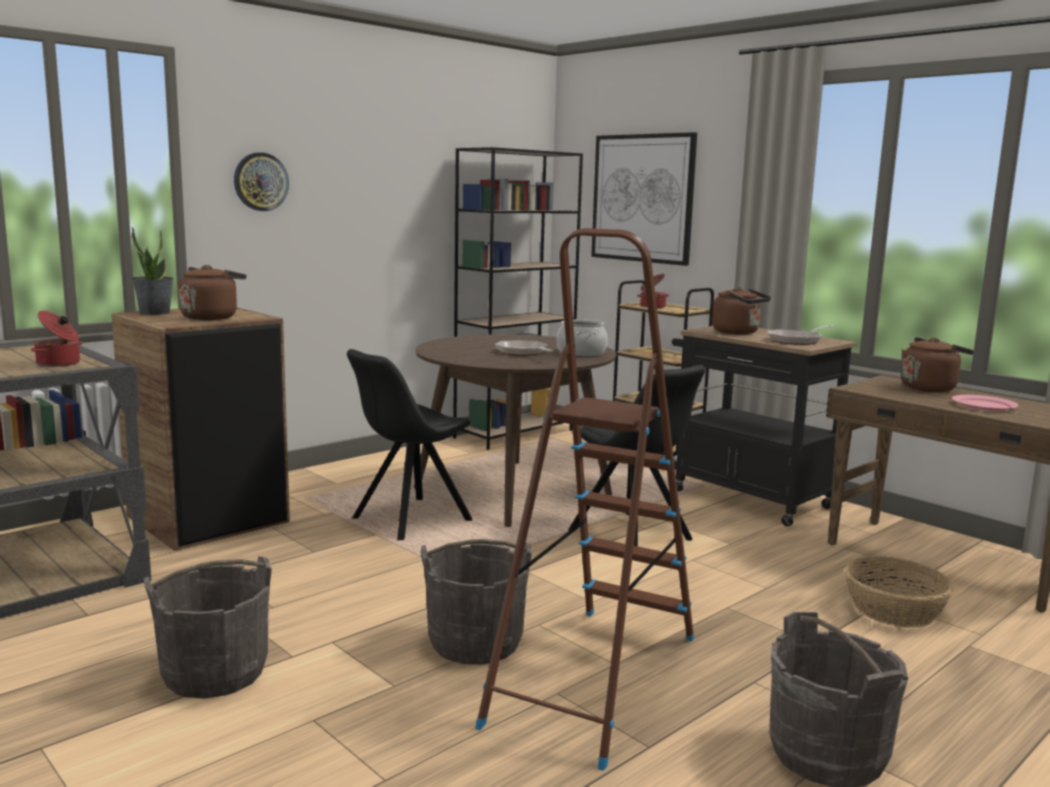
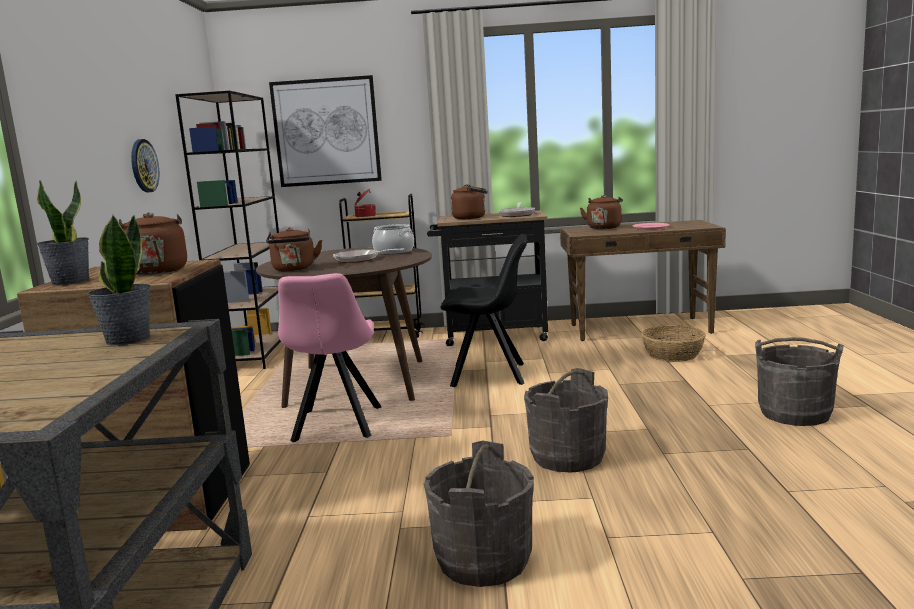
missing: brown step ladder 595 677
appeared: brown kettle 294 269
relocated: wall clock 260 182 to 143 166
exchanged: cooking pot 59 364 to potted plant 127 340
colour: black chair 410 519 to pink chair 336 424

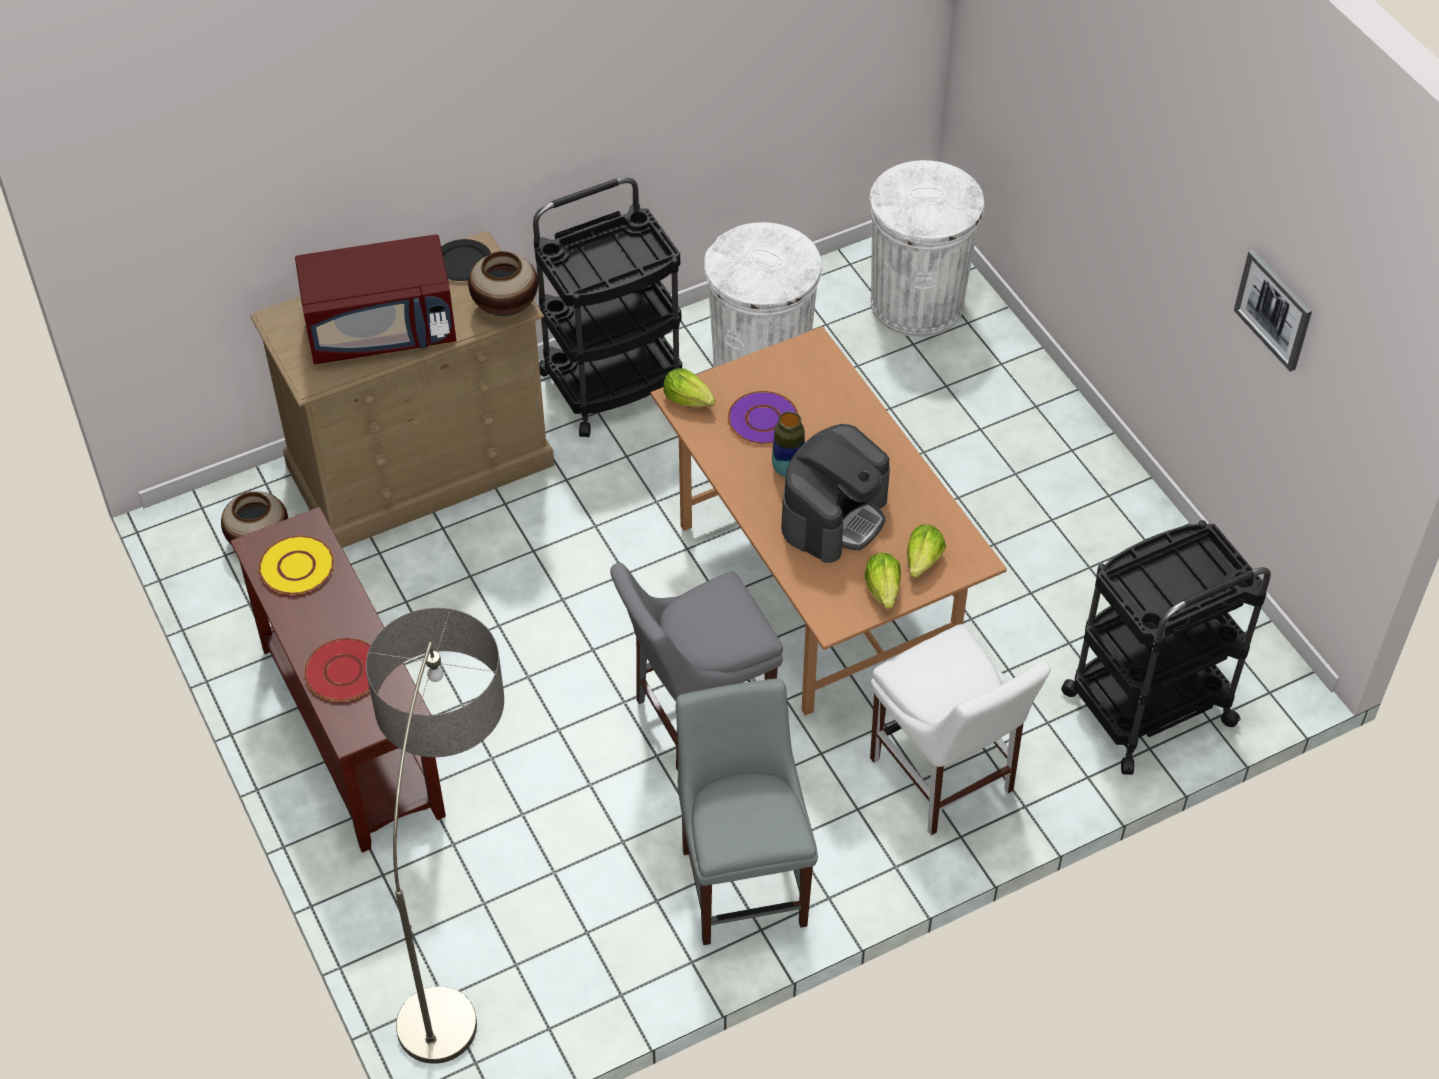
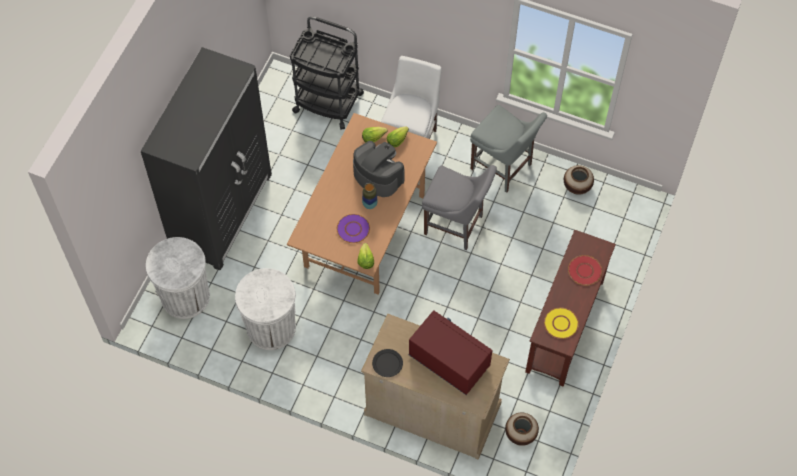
missing: floor lamp 461 941; black cart 613 385; picture 1274 309
appeared: black cabinet 223 211
relocated: vase 505 306 to 576 187
spun: coffee machine 834 516 = 378 176 45 degrees clockwise; grey chair 743 880 = 503 168 90 degrees counterclockwise

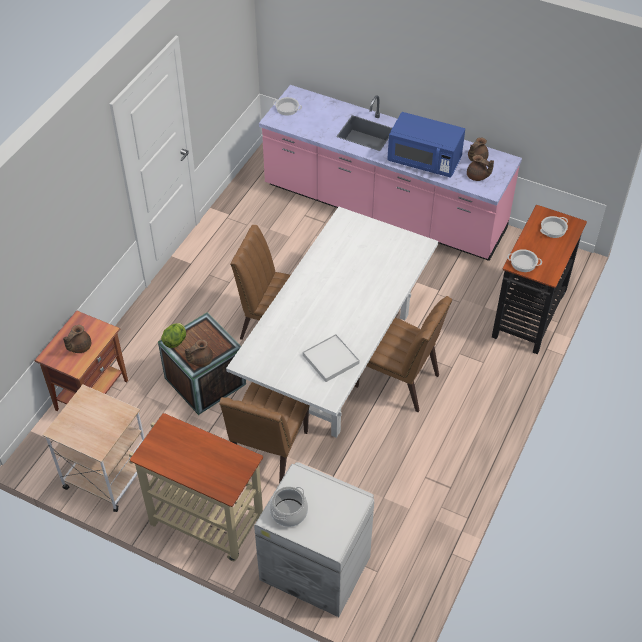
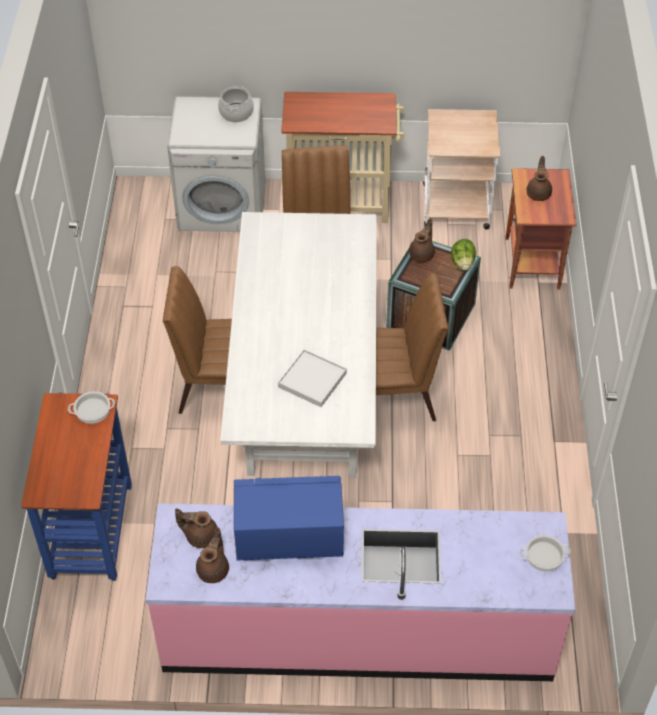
missing: cooking pot 553 229
relocated: white tray 331 359 to 312 380
colour: black cart 528 317 to blue cart 92 530

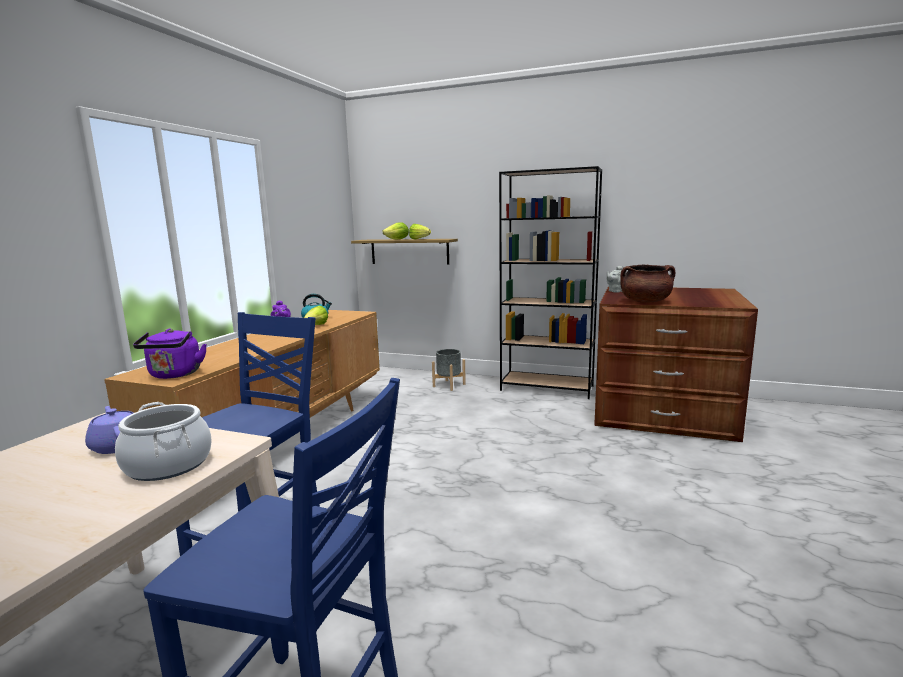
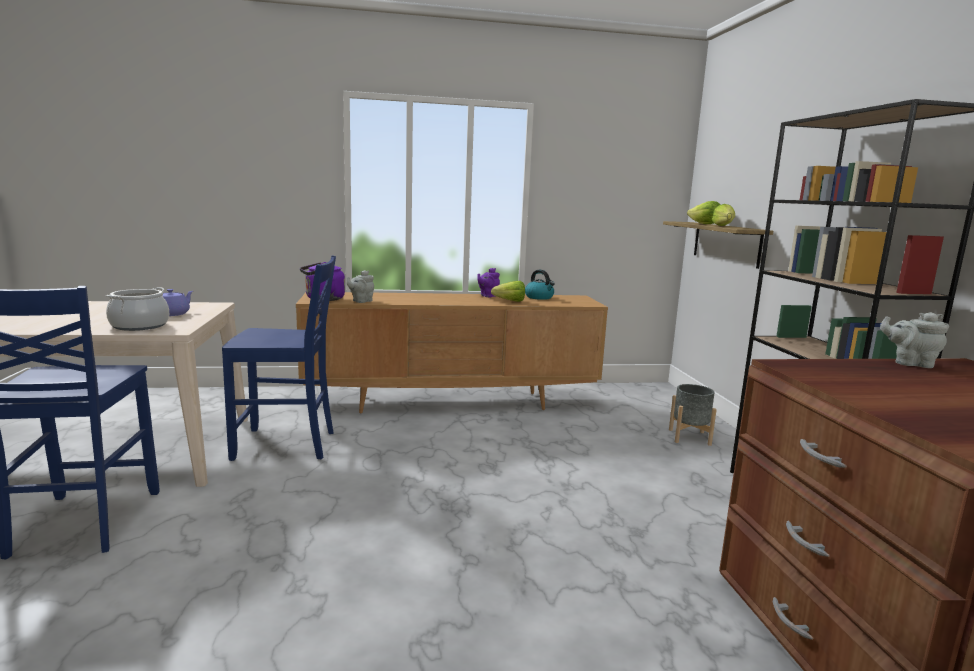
missing: brown cooking pot 645 302
appeared: grey teapot 361 301

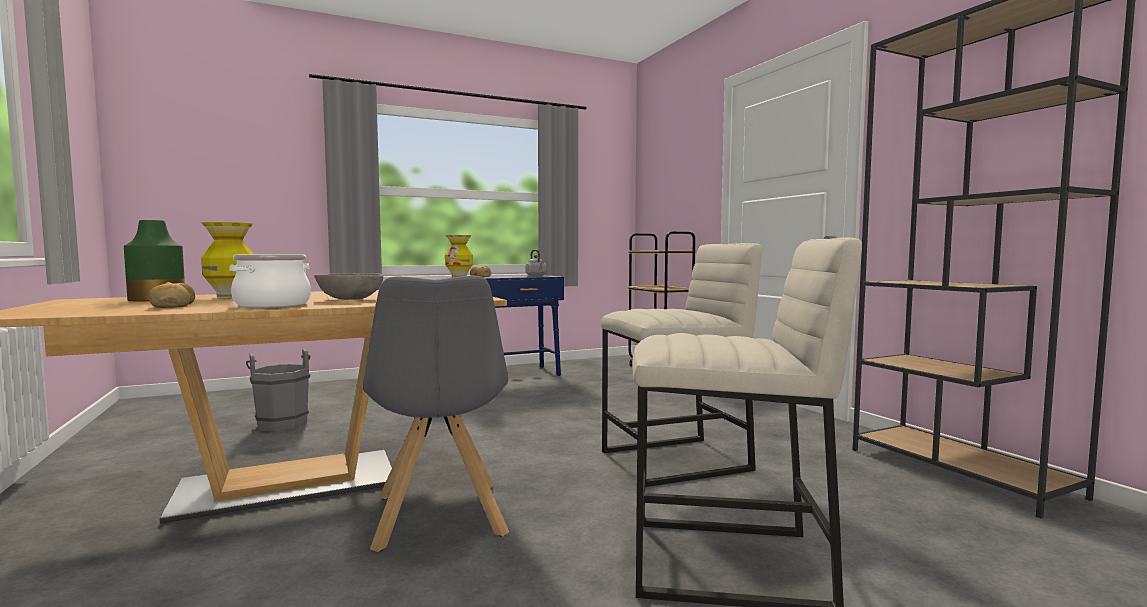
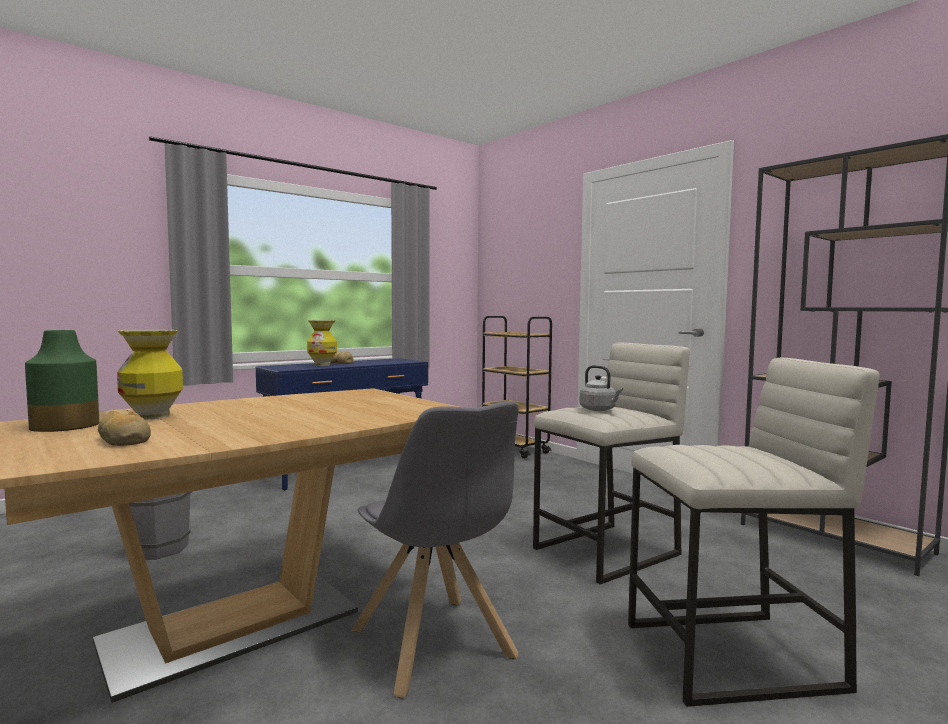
missing: cooking pot 272 305; grey bowl 351 299
relocated: grey kettle 536 275 to 599 410

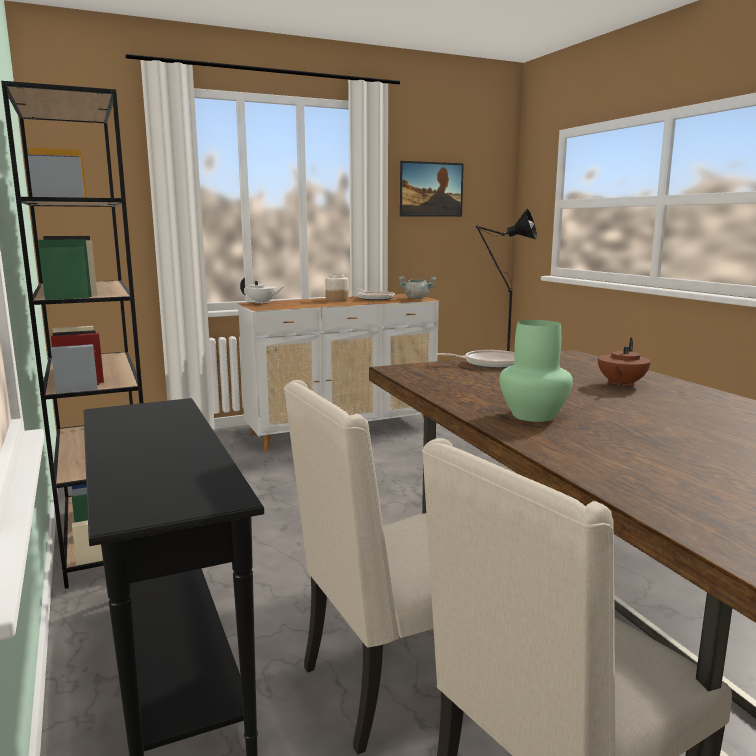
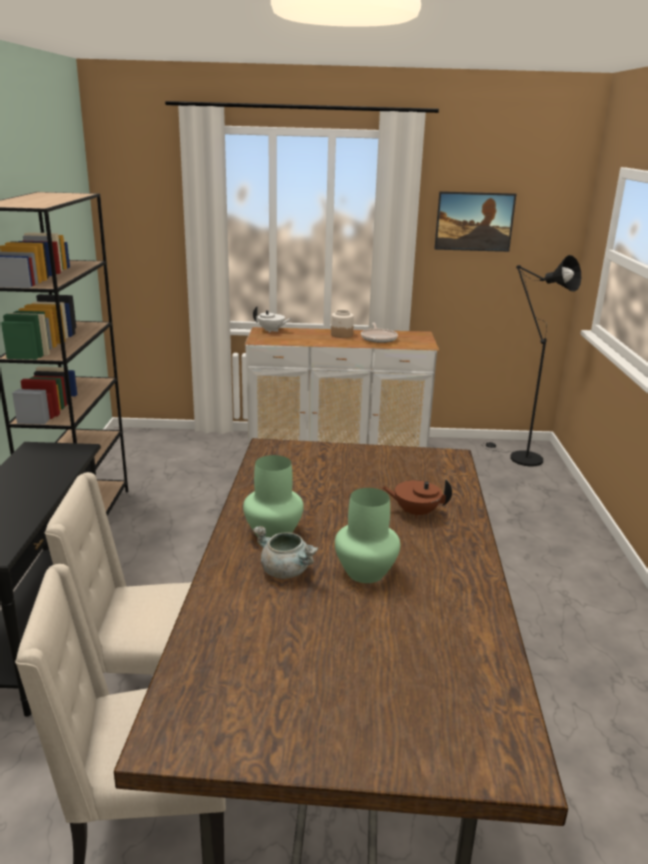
missing: frying pan 489 364
appeared: green vase 365 573
relocated: grey cooking pot 417 298 to 286 571
spun: brown teapot 620 384 = 415 512 45 degrees clockwise

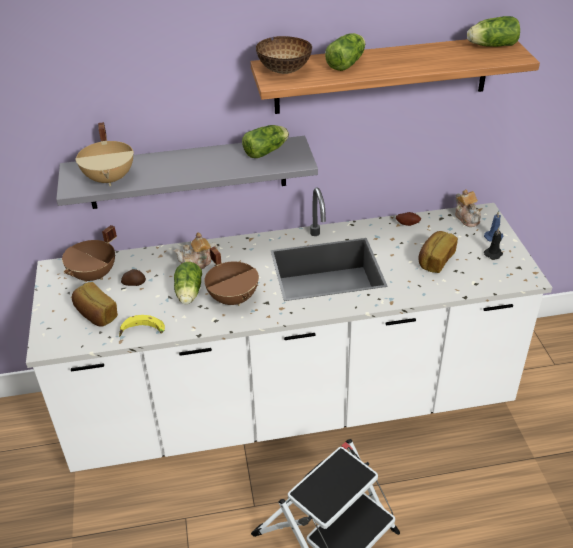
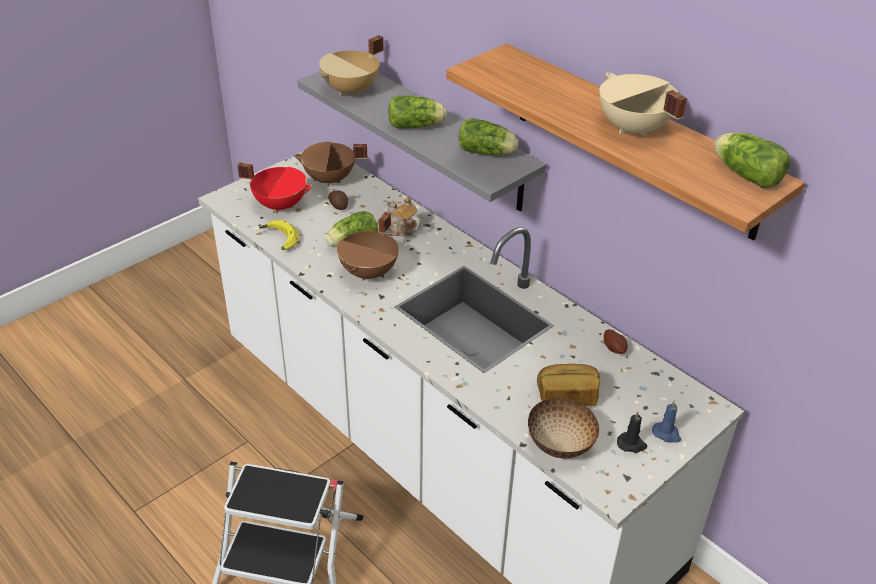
missing: teapot 467 218
appeared: beige cooking pot 633 129
relocated: lettuce 347 63 to 417 126; bowl 285 71 to 560 446
exchanged: bread 95 314 to red cooking pot 280 204

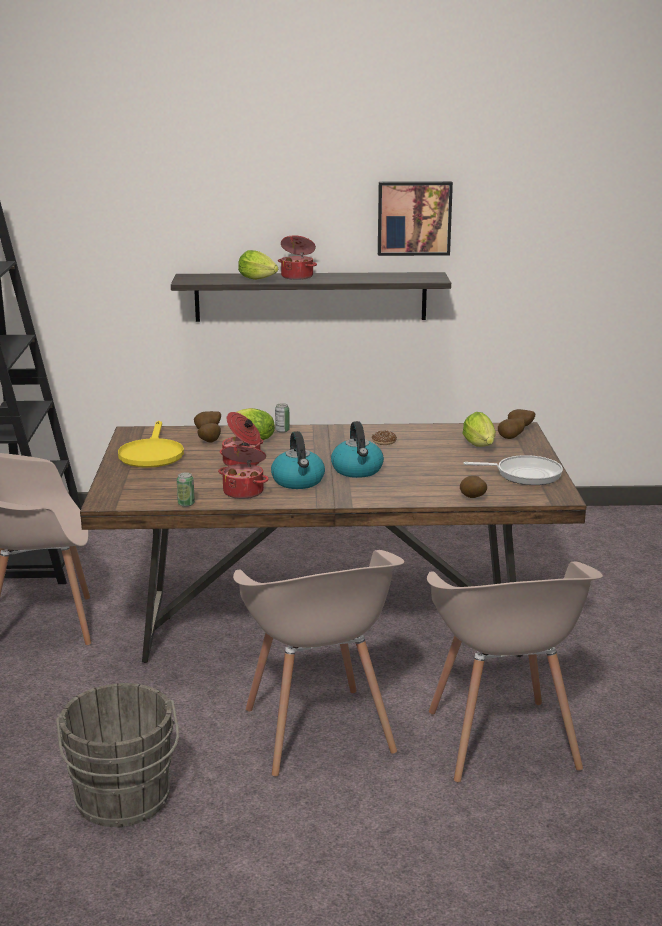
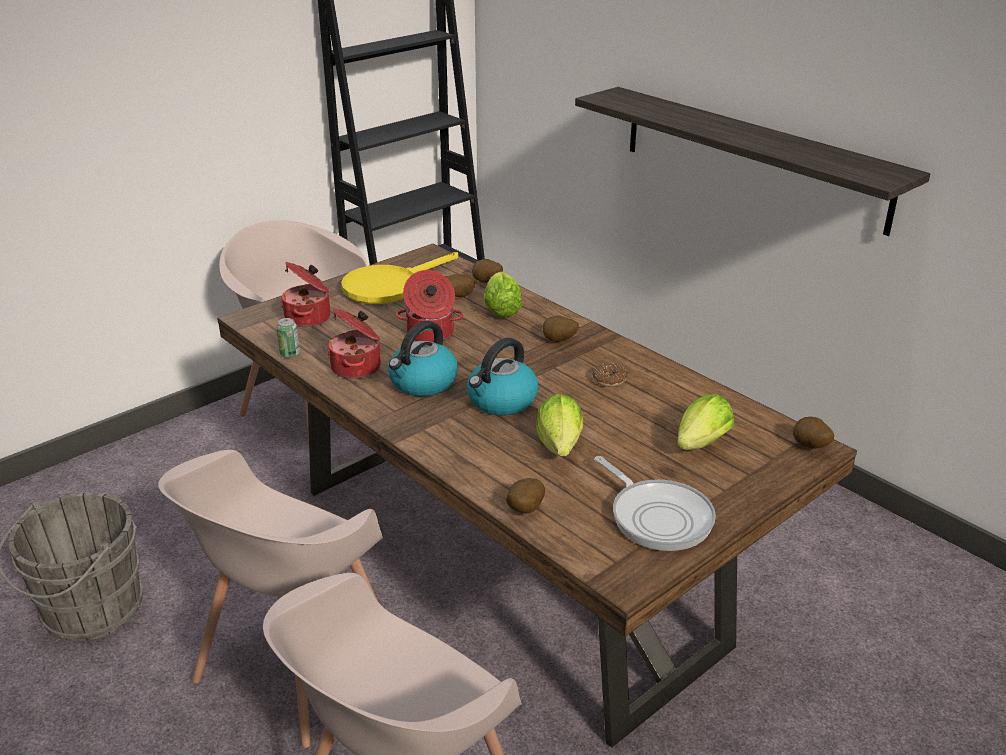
missing: can 282 430; picture 414 217
relocated: cooking pot 297 276 to 309 317; lettuce 259 279 to 560 448; potato 511 438 to 559 341

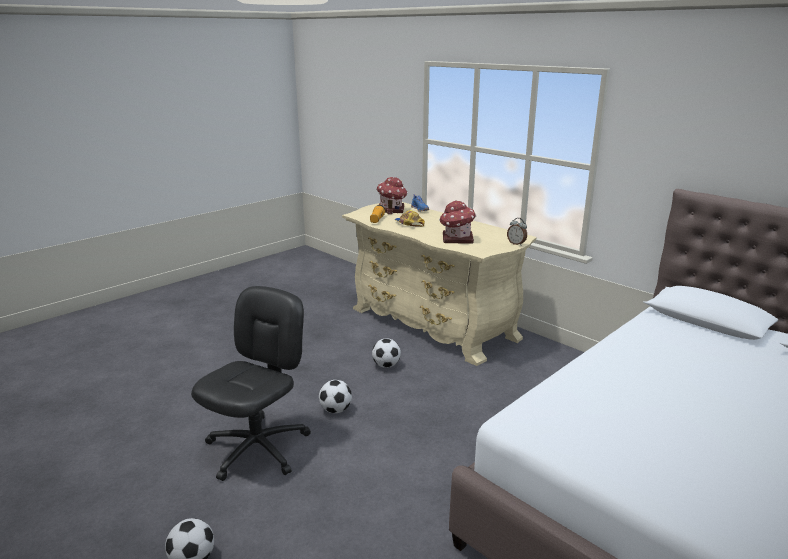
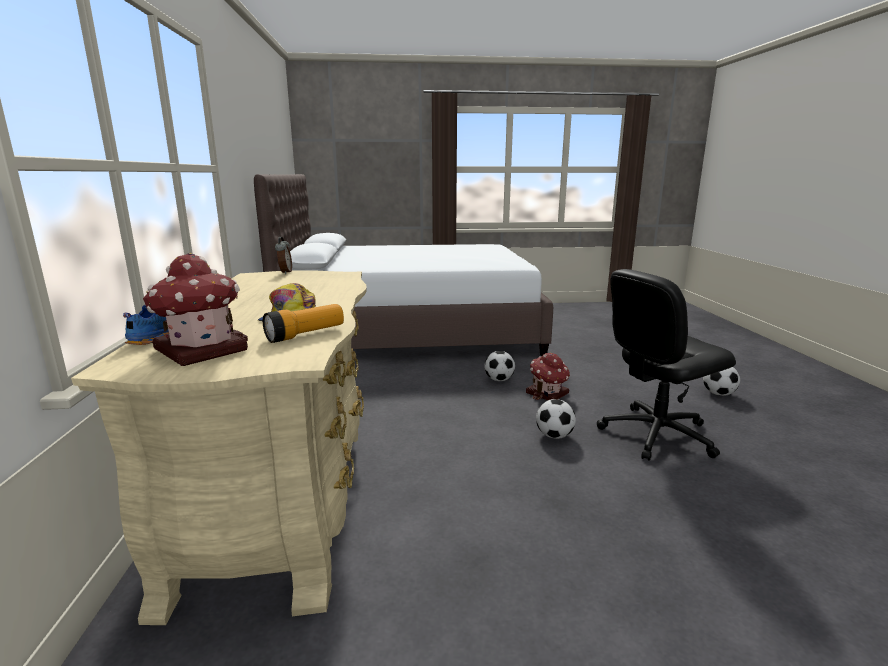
relocated: football 386 365 to 499 380; toy house 456 239 to 547 394

